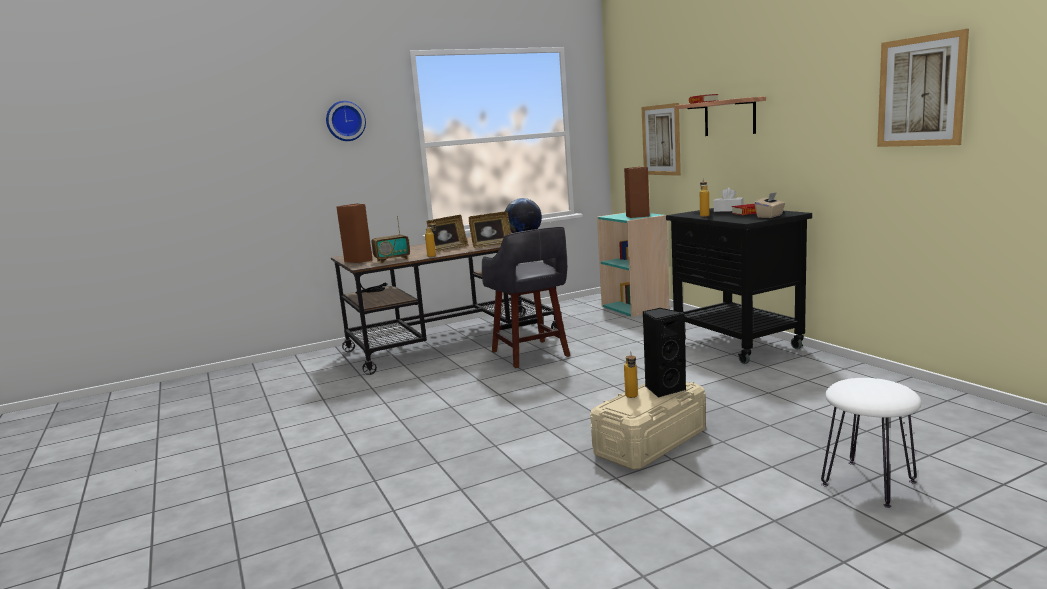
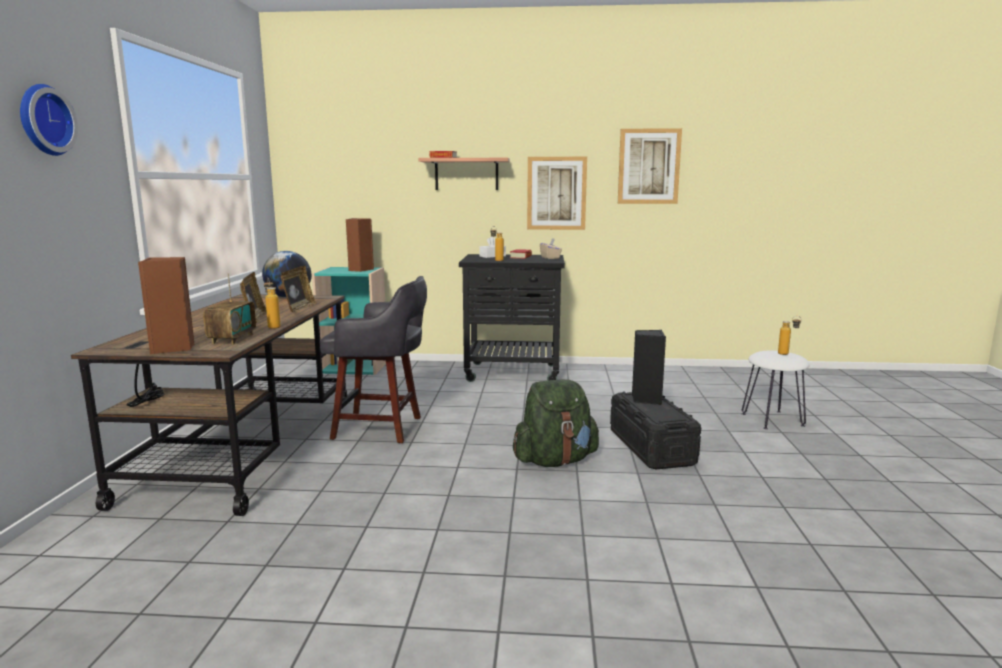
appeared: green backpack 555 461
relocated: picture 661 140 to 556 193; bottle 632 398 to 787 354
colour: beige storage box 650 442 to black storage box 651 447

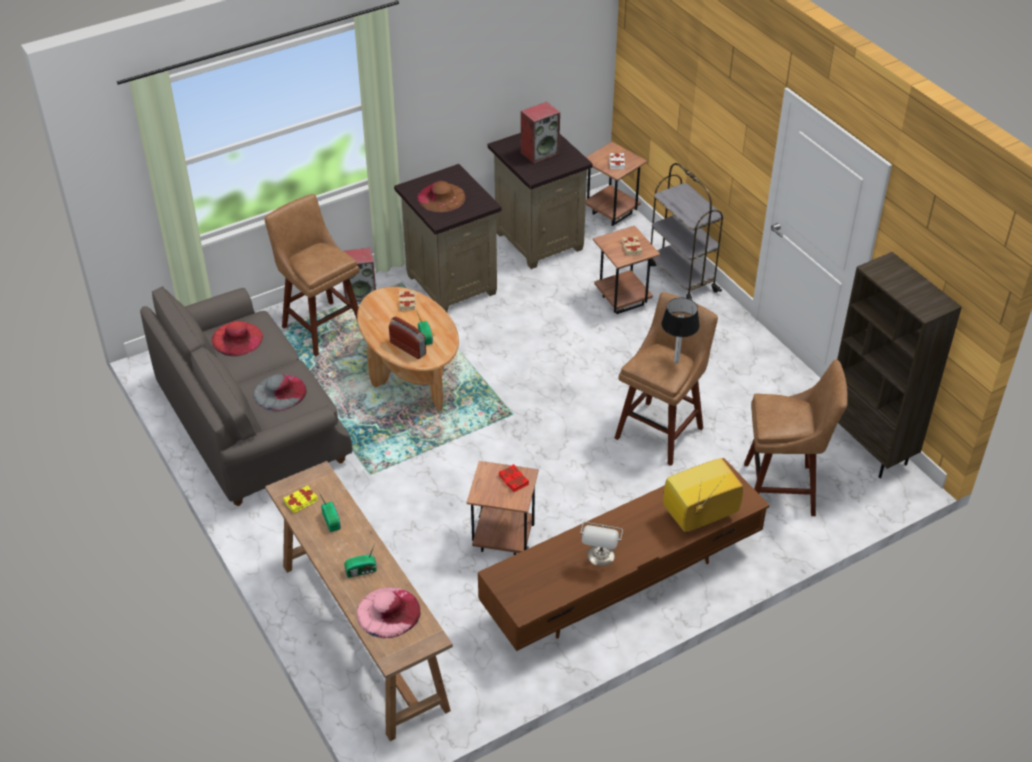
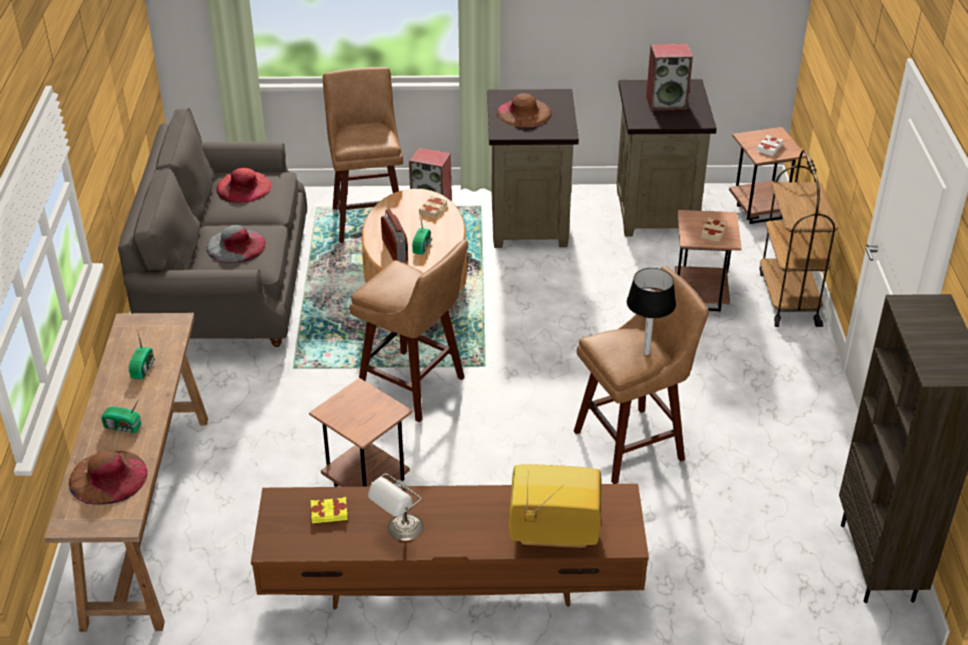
missing: red book 513 480
relocated: yellow book 301 501 to 329 513; brown stool 783 489 to 414 387
colour: pink hat 388 612 to brown hat 108 477; grey cart 682 277 to brown cart 788 298

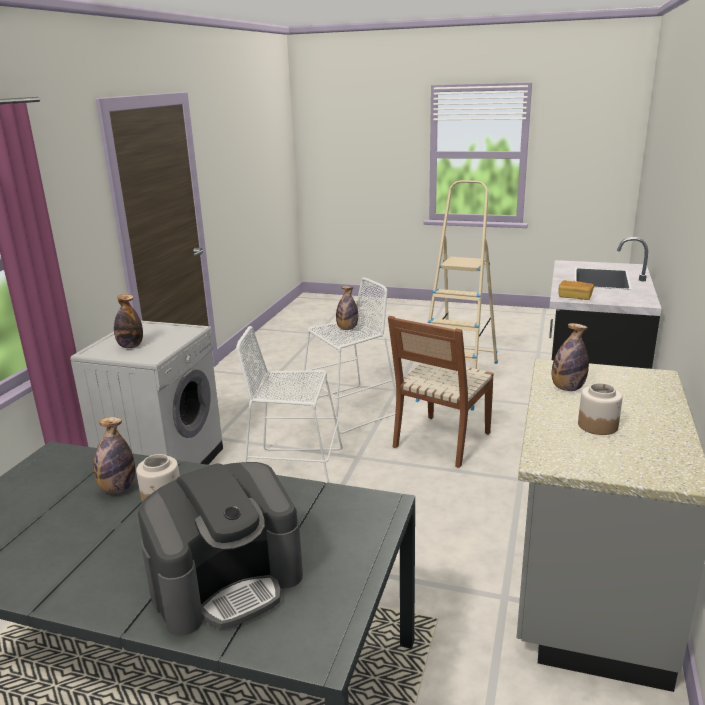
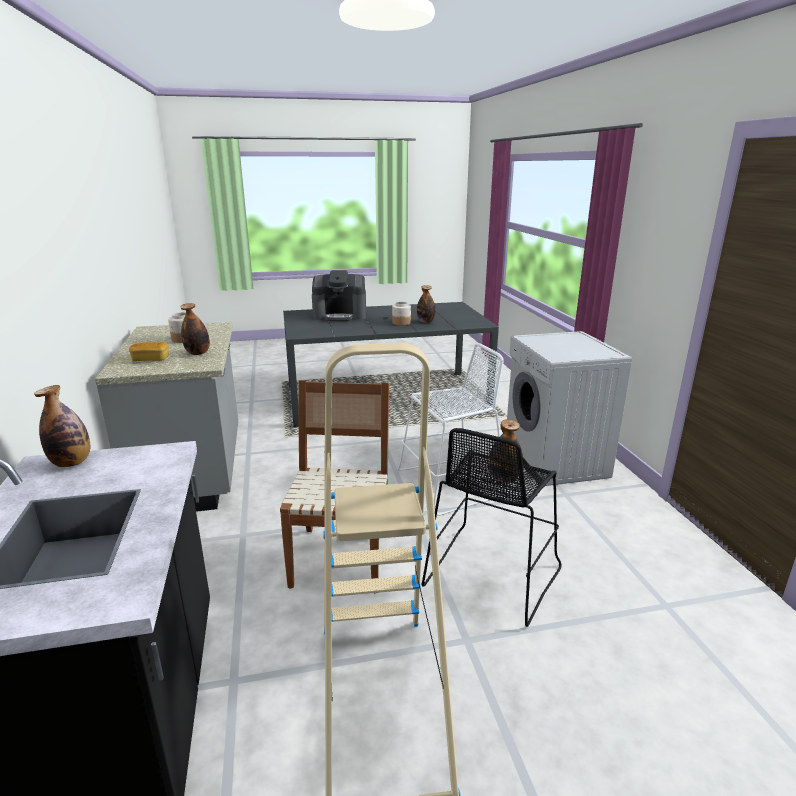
relocated: bottle 130 346 to 72 463; bread 575 297 to 150 359
colour: white stool 348 408 to black stool 491 575
spun: coffee machine 227 582 = 340 315 120 degrees counterclockwise

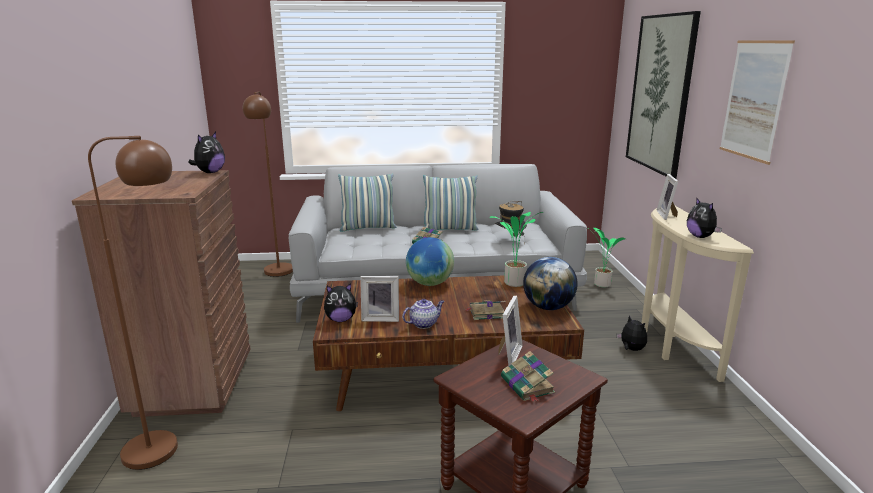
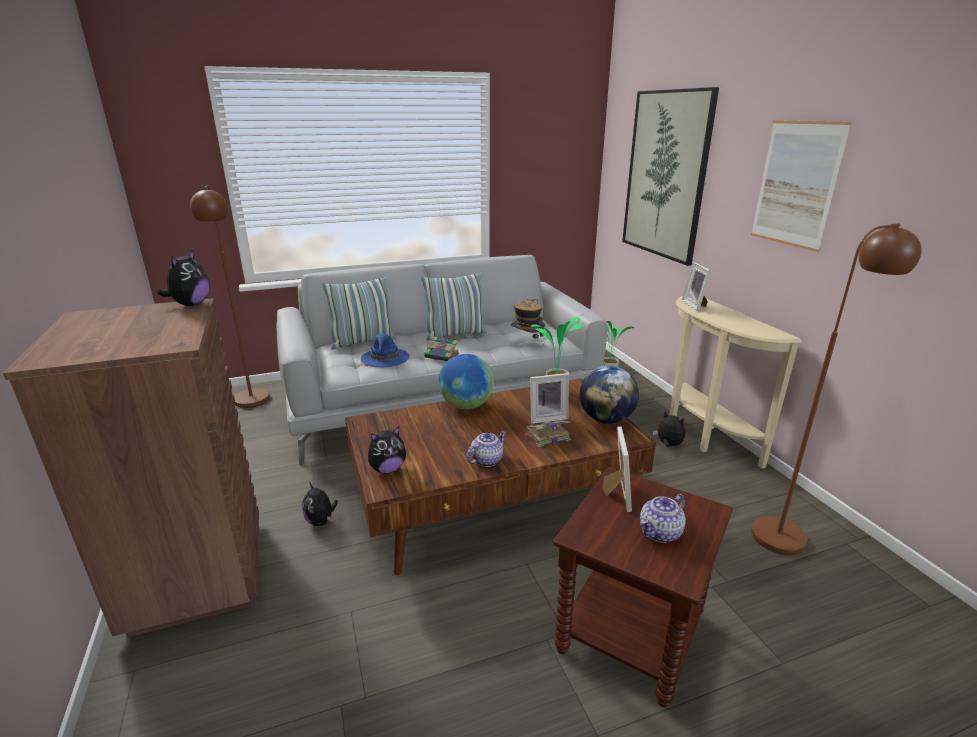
appeared: blue hat 385 358
relocated: plush toy 701 237 to 321 521; picture frame 381 318 to 547 417; brown floor lamp 167 450 to 788 533
exchanged: book 528 386 to teapot 661 532

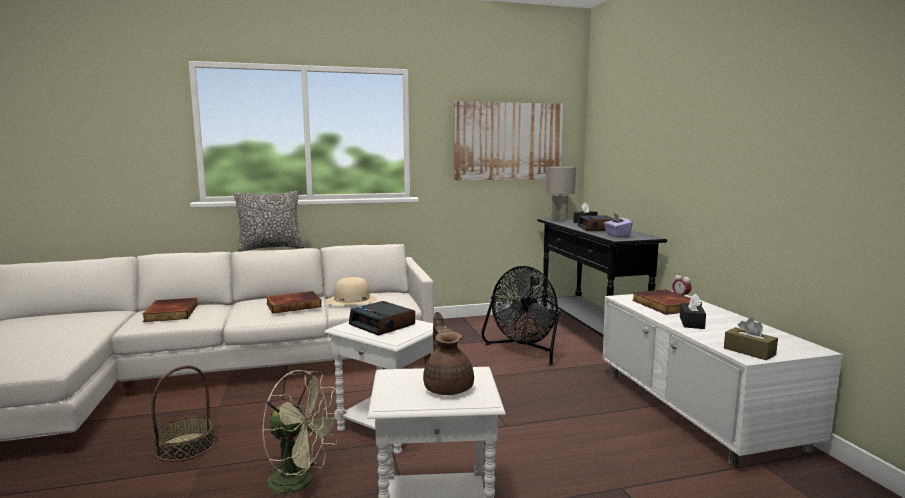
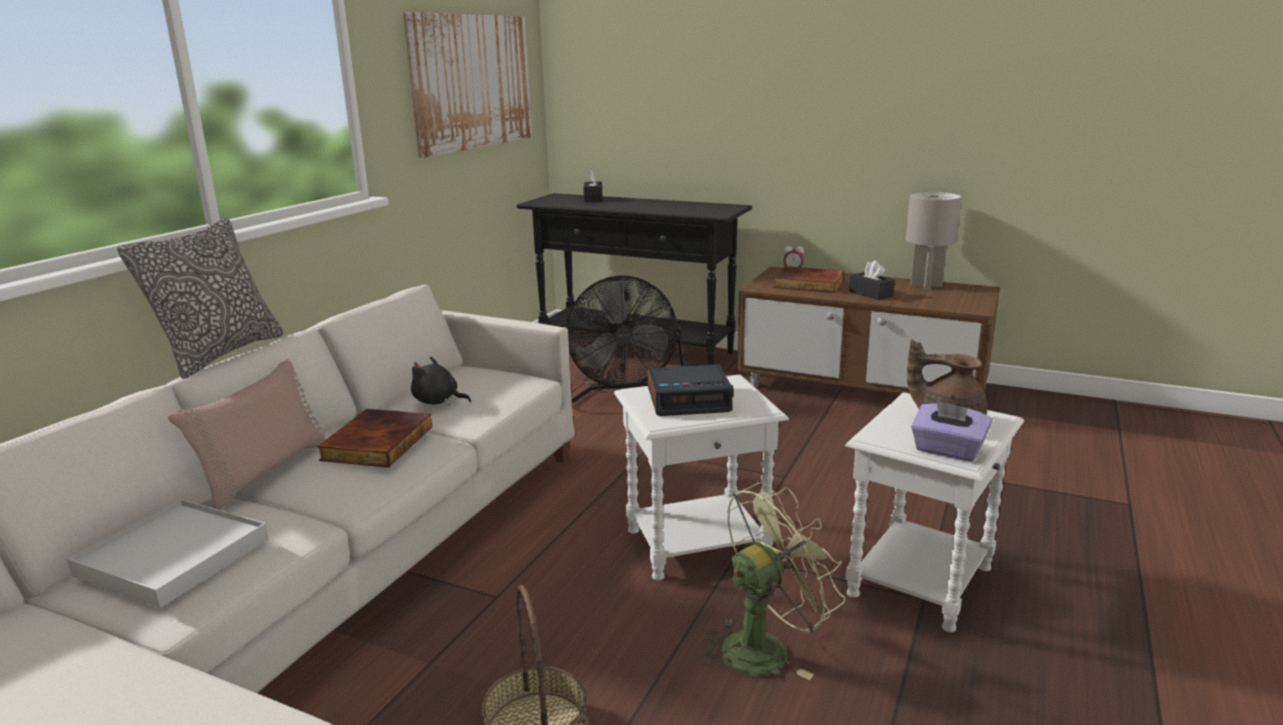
missing: alarm clock 597 228; brown tissue box 749 351
appeared: beige pillow 263 473
relocated: grey table lamp 559 220 to 926 285; purple tissue box 617 235 to 947 451
exchanged: book 170 313 to white tray 173 557; beige hat 352 300 to black plush toy 438 401
colour: white tv stand 696 409 to brown tv stand 862 386

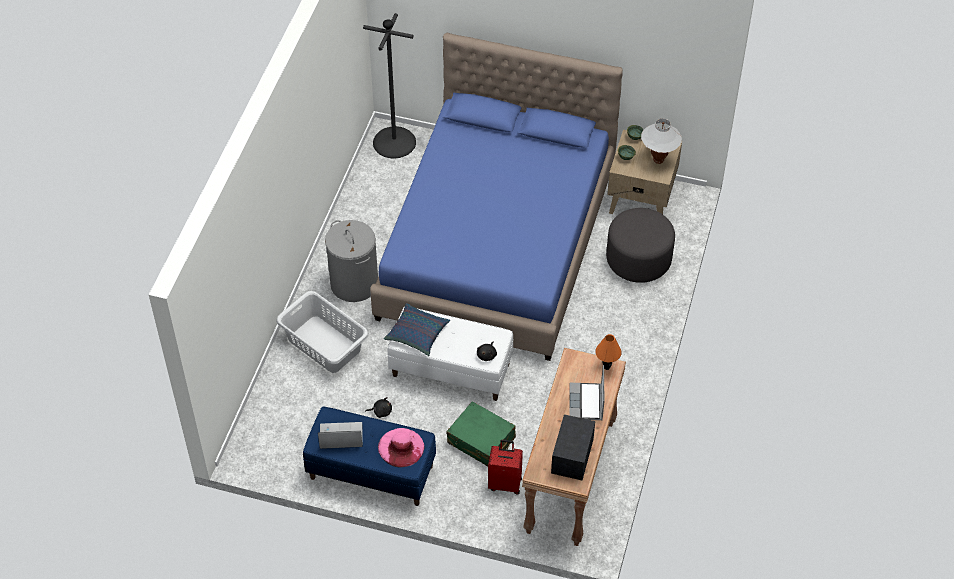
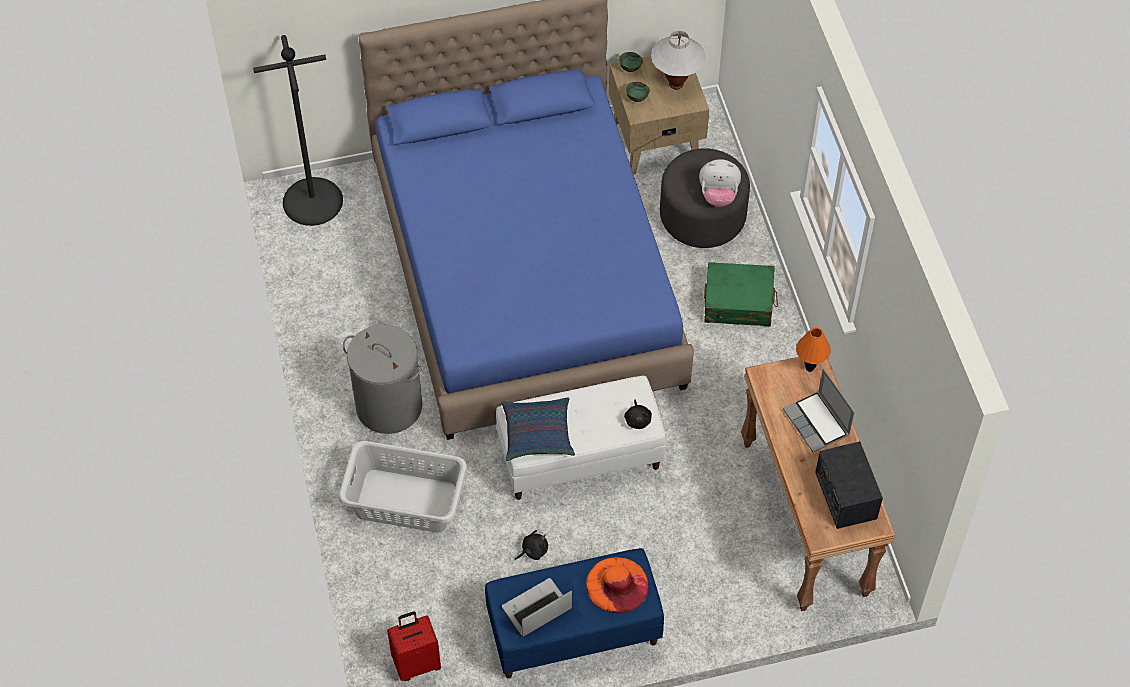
appeared: plush toy 718 195
relocated: red suitcase 505 483 to 416 663; green suitcase 481 440 to 739 302
colour: pink hat 401 447 to orange hat 617 585

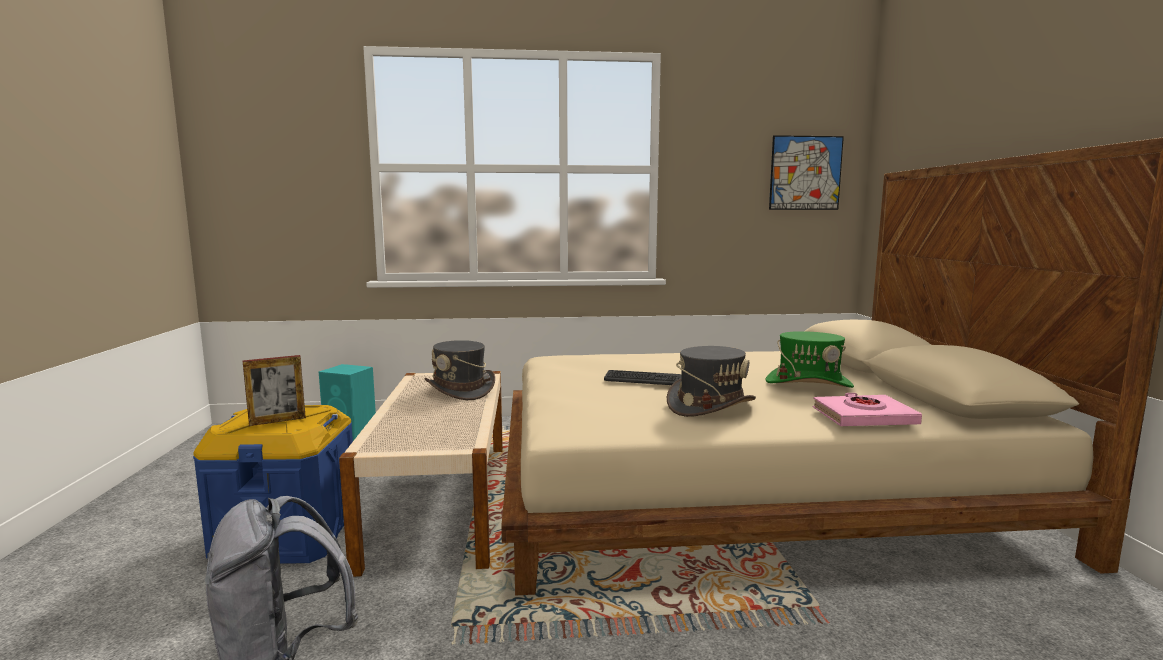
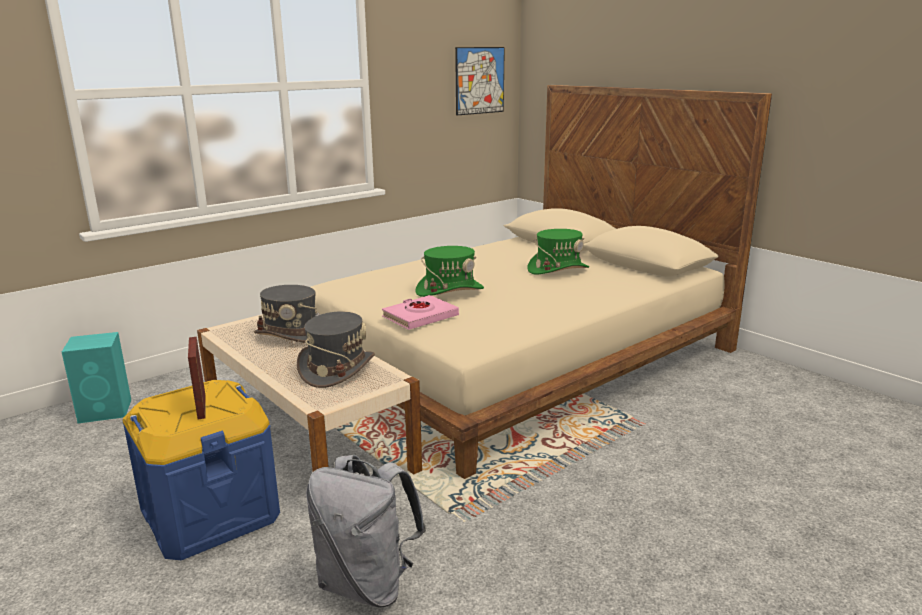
relocated: grey hat 710 406 to 337 369; pink book 863 417 to 420 317
exchanged: keyboard 643 379 to green hat 449 290
spun: picture frame 277 421 = 201 406 135 degrees clockwise

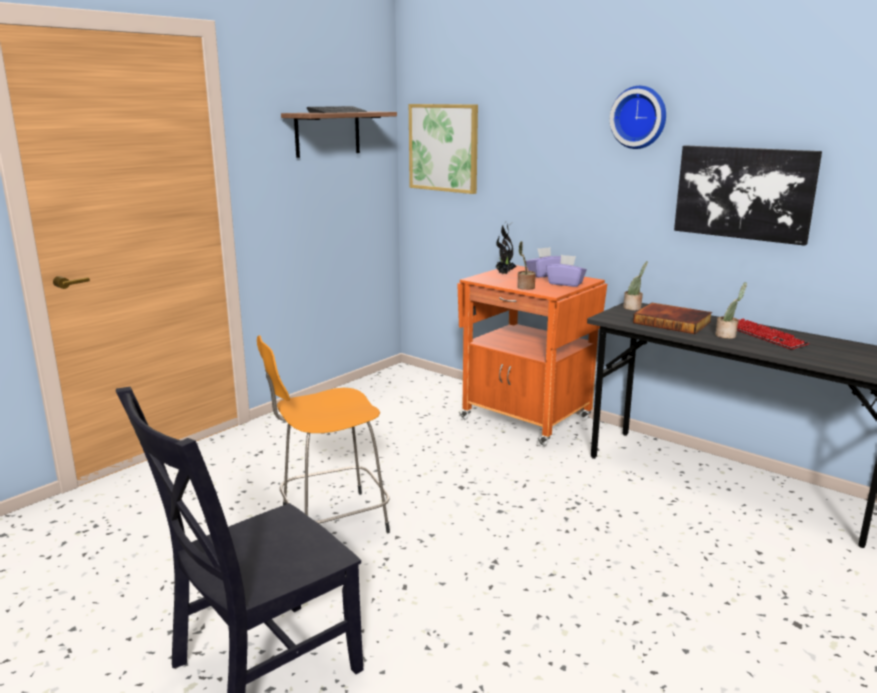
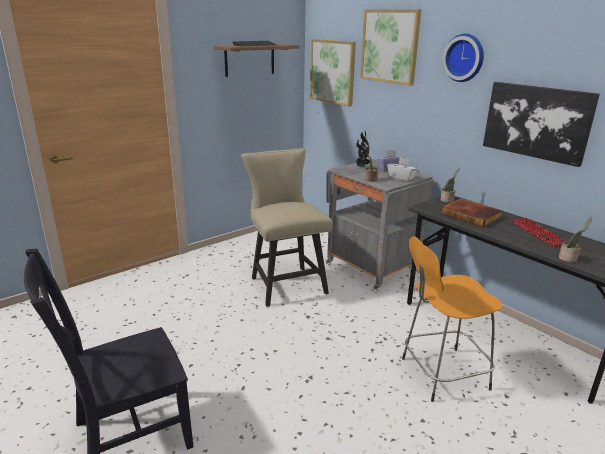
appeared: beige chair 285 283; picture 390 46
relocated: orange stool 330 522 to 441 374; potted plant 727 335 to 569 259
colour: orange cart 527 421 to grey cart 372 270; purple tissue box 565 283 to white tissue box 401 178

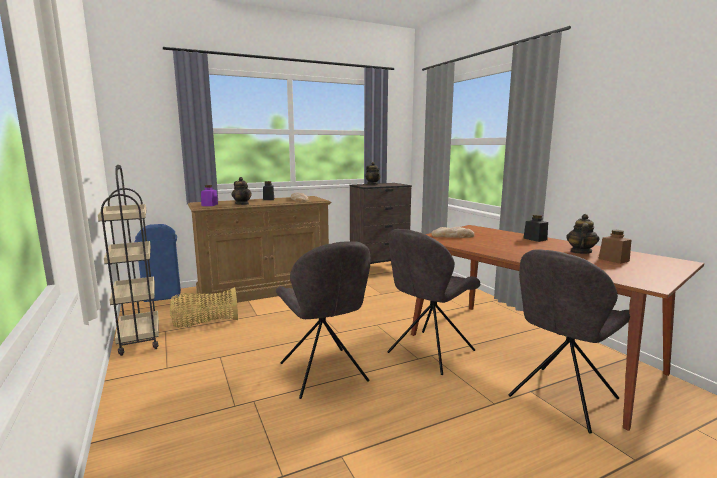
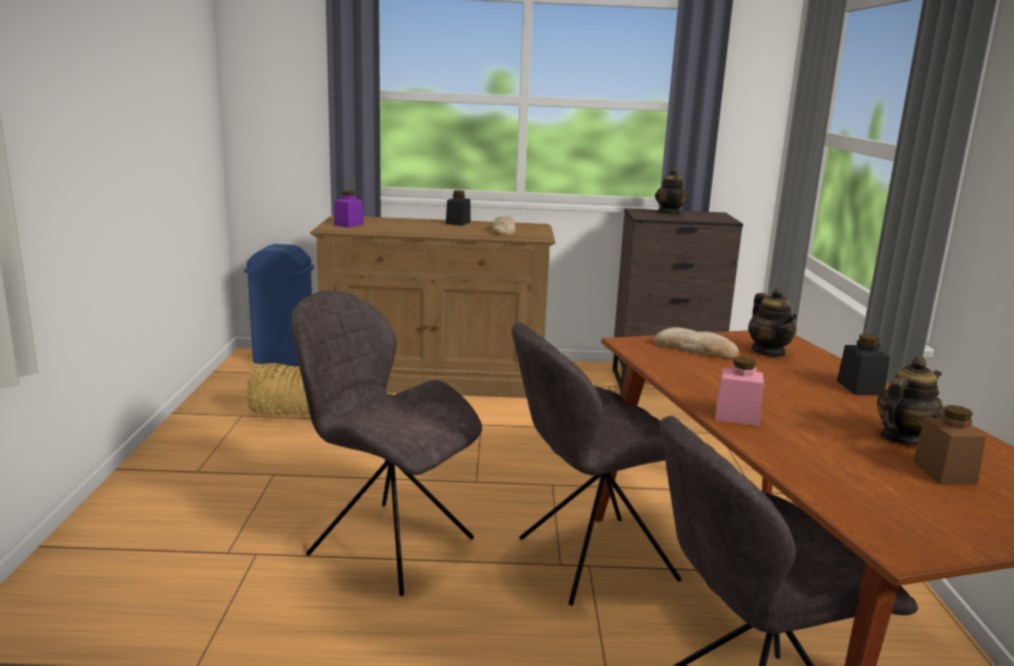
missing: beige cart 139 340
appeared: pink jar 737 416
relocated: teapot 242 204 to 768 352
spun: grey chair 324 374 = 387 544 120 degrees clockwise

